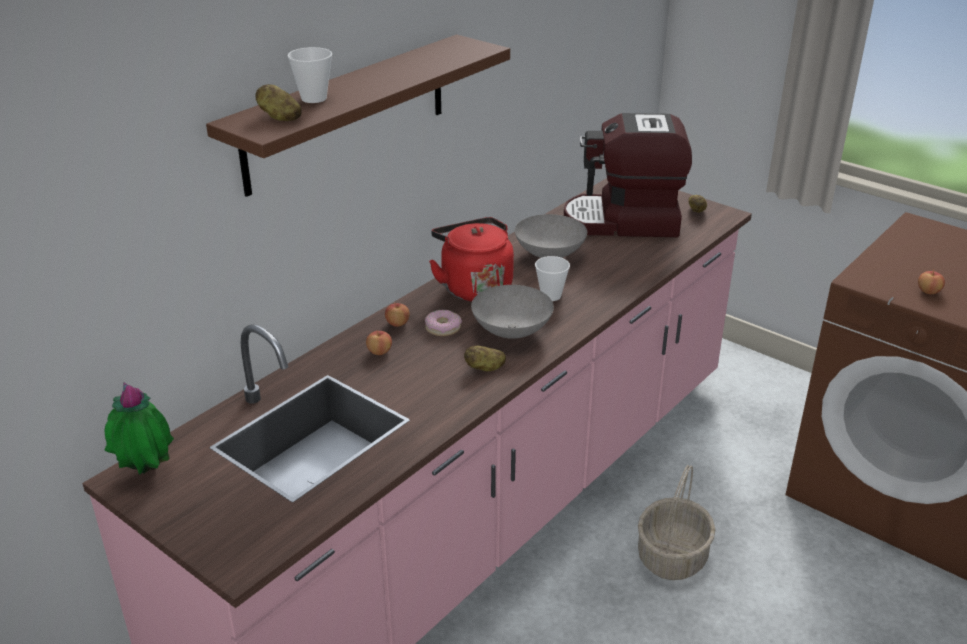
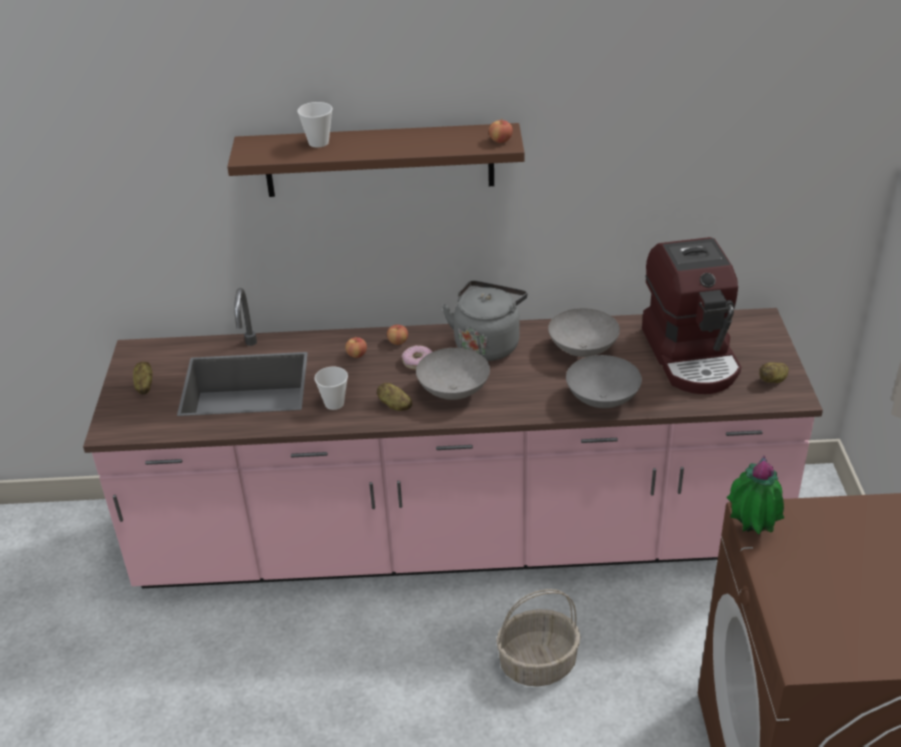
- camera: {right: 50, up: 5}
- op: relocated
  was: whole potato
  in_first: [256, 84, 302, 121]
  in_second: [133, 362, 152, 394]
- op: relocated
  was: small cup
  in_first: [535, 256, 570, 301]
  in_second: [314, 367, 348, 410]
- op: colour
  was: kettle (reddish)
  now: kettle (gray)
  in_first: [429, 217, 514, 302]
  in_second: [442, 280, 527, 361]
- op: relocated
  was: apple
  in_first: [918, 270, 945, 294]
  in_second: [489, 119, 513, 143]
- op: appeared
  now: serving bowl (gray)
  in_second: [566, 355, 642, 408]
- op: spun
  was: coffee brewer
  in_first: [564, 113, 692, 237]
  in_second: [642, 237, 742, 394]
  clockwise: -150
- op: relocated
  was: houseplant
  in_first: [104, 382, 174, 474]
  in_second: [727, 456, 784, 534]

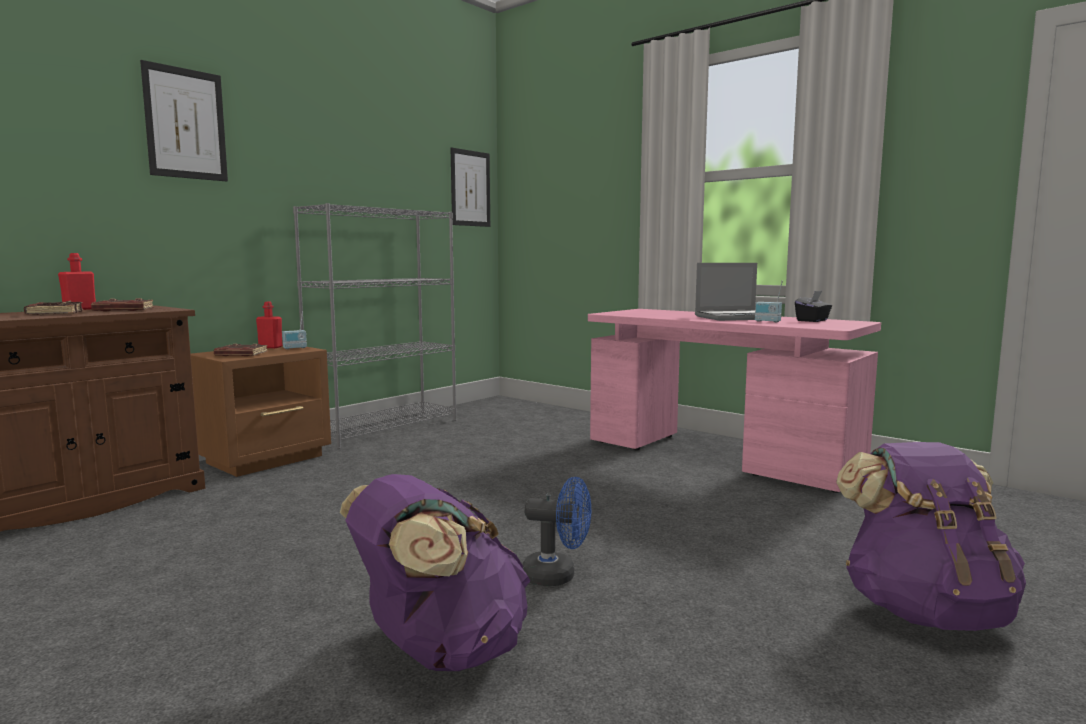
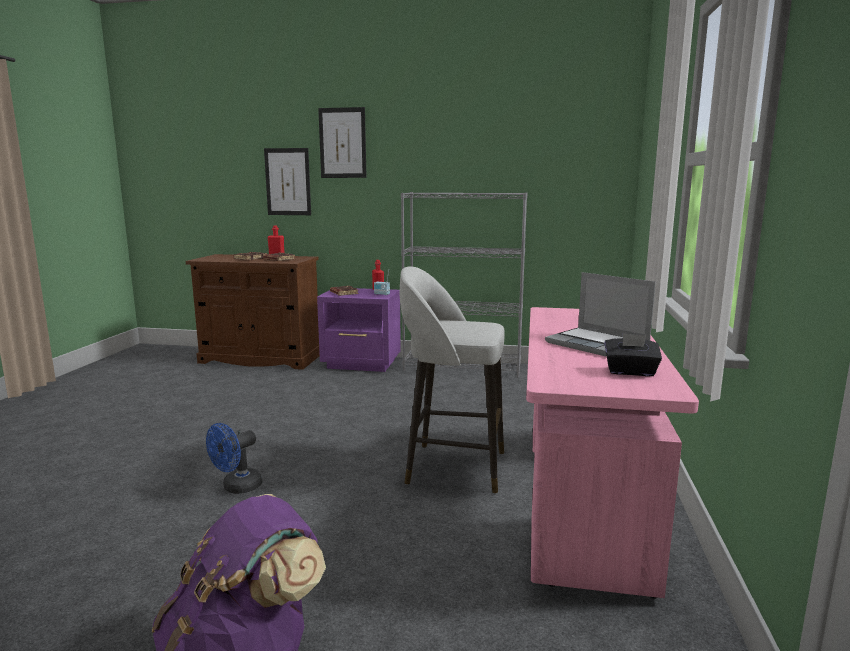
- camera: {right: 60, up: 5}
- op: spun
  was: fan (blue)
  in_first: [522, 477, 591, 586]
  in_second: [206, 423, 262, 494]
  clockwise: 60
- op: relocated
  was: wall picture
  in_first: [451, 147, 490, 227]
  in_second: [264, 148, 311, 215]
- op: colour
  was: nightstand (brownish)
  now: nightstand (purple)
  in_first: [191, 344, 331, 477]
  in_second: [317, 288, 401, 372]
- op: appeared
  now: stool (gray)
  in_second: [400, 266, 505, 494]
- op: missing
  was: knapsack (purple)
  in_first: [340, 474, 530, 671]
- op: missing
  was: radio receiver
  in_first: [755, 281, 783, 322]

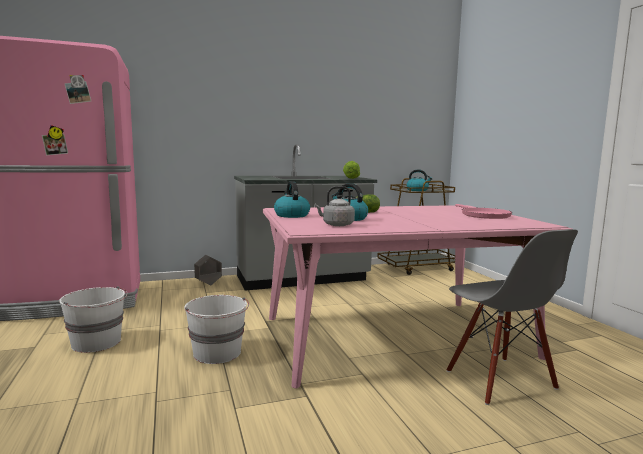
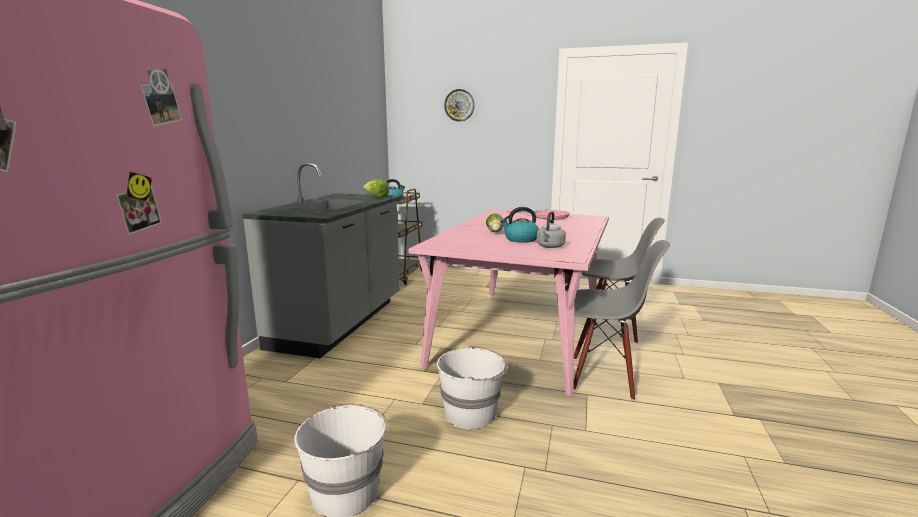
- camera: {right: -55, up: 5}
- op: appeared
  now: wall clock
  in_second: [444, 89, 475, 121]
- op: appeared
  now: upright chair (gray)
  in_second: [574, 240, 670, 401]
- op: missing
  was: planter (gray)
  in_first: [194, 255, 222, 285]
- op: missing
  was: kettle
  in_first: [274, 181, 310, 218]

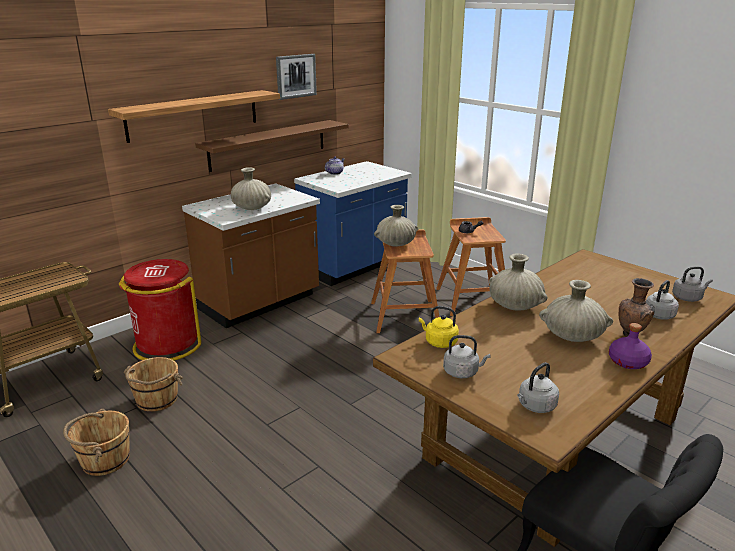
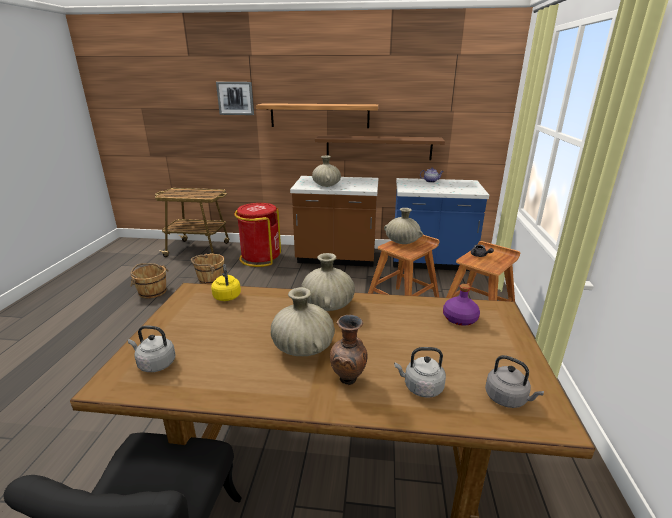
- camera: {right: 50, up: 0}
- op: relocated
  was: wall picture
  in_first: [276, 54, 317, 100]
  in_second: [216, 82, 254, 115]
- op: relocated
  was: beverage bottle (purple)
  in_first: [609, 323, 652, 369]
  in_second: [443, 284, 480, 325]
- op: missing
  was: kettle (gray)
  in_first: [443, 335, 491, 378]

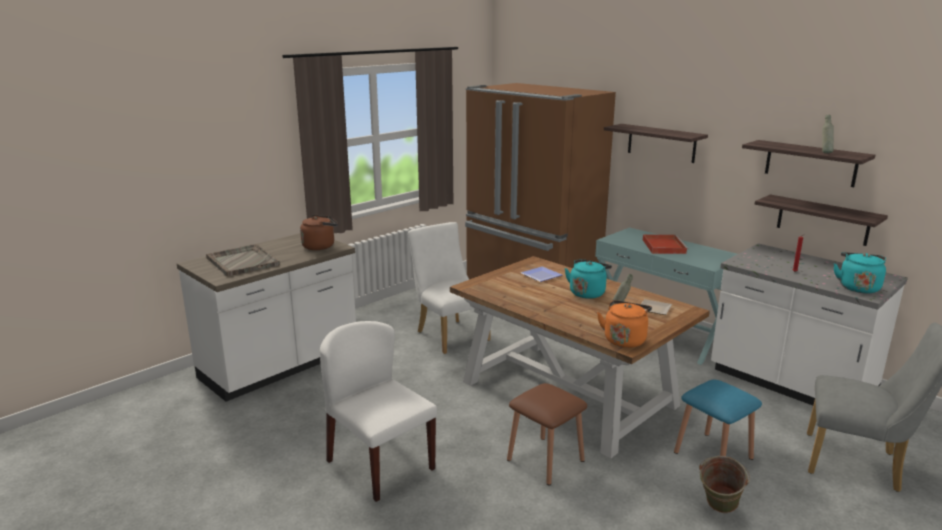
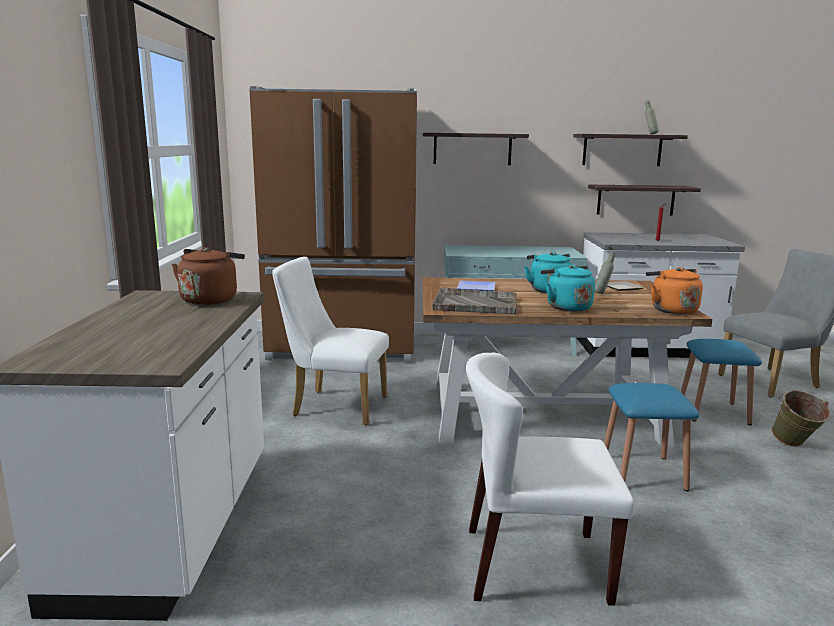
- camera: {right: -45, up: -5}
- op: relocated
  was: serving tray (gray)
  in_first: [206, 244, 280, 276]
  in_second: [432, 288, 517, 314]
- op: relocated
  was: kettle (turquoise)
  in_first: [834, 252, 886, 294]
  in_second: [541, 265, 595, 312]
- op: colour
  was: stool (brownish)
  now: stool (blue)
  in_first: [507, 383, 587, 486]
  in_second: [604, 383, 699, 491]
- op: missing
  was: serving tray (reddish)
  in_first: [643, 235, 689, 254]

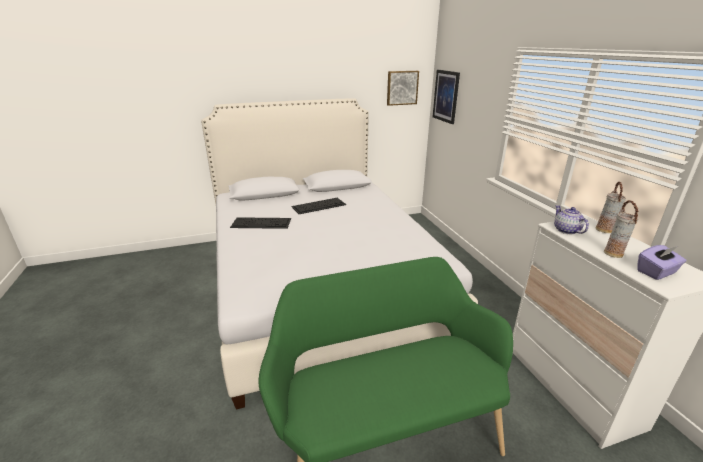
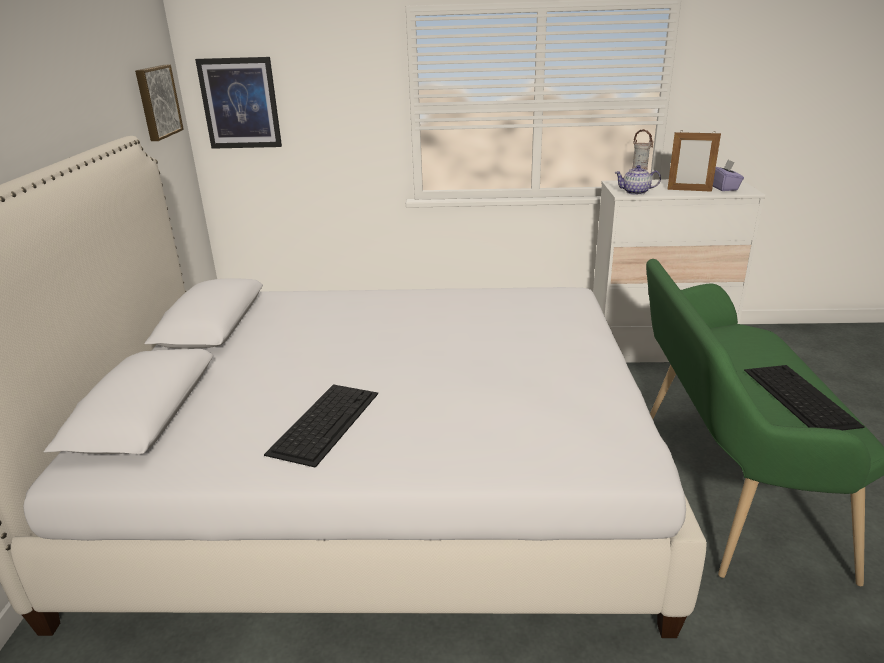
- camera: {right: -70, up: 0}
- op: exchanged
  was: decorative vase
  now: photo frame
  in_first: [604, 200, 639, 258]
  in_second: [667, 130, 721, 192]
- op: relocated
  was: PC keyboard
  in_first: [291, 198, 346, 214]
  in_second: [744, 365, 865, 430]

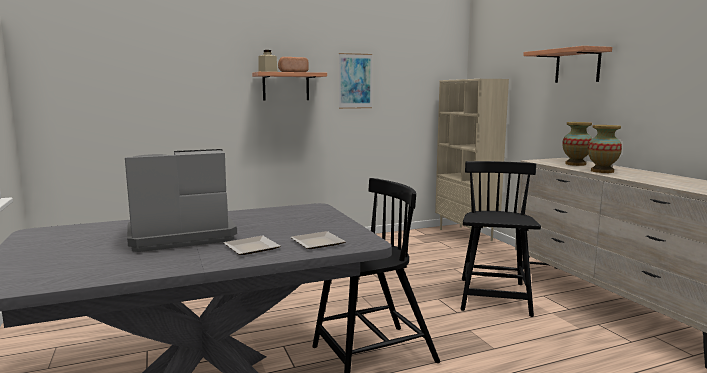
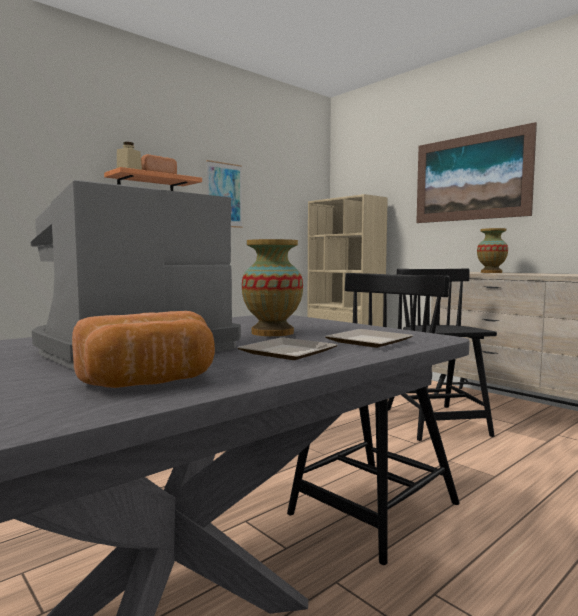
- camera: {right: -20, up: -5}
- op: appeared
  now: bakery bread
  in_second: [72, 311, 215, 388]
- op: relocated
  was: decorative vase
  in_first: [588, 125, 622, 173]
  in_second: [242, 239, 303, 336]
- op: exchanged
  was: wall shelf
  now: wall picture
  in_first: [523, 46, 612, 83]
  in_second: [416, 122, 537, 223]

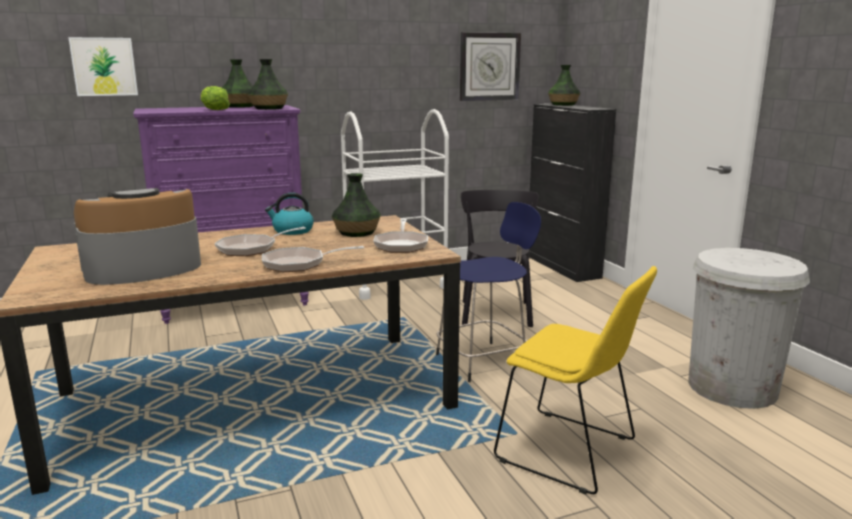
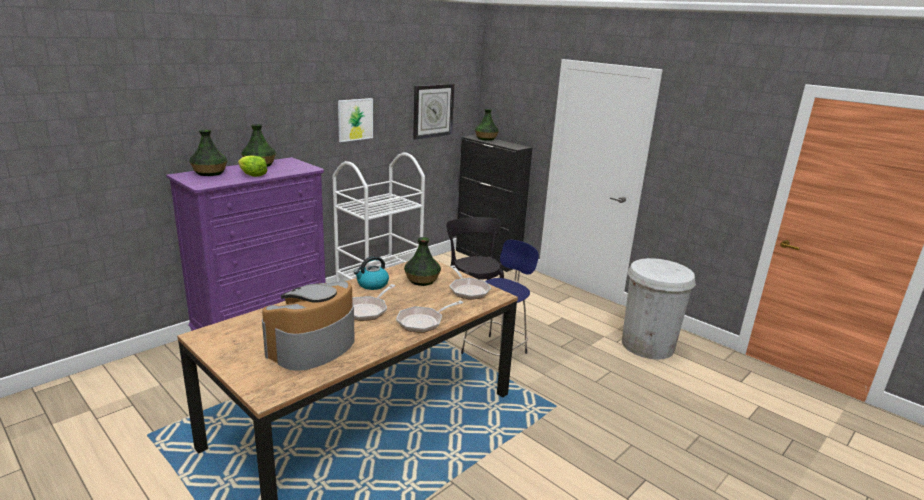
- camera: {right: -25, up: 5}
- op: relocated
  was: decorative vase
  in_first: [248, 59, 288, 110]
  in_second: [189, 130, 228, 176]
- op: relocated
  was: wall picture
  in_first: [68, 37, 138, 96]
  in_second: [338, 98, 373, 142]
- op: missing
  was: upright chair (yellowish)
  in_first: [494, 266, 657, 495]

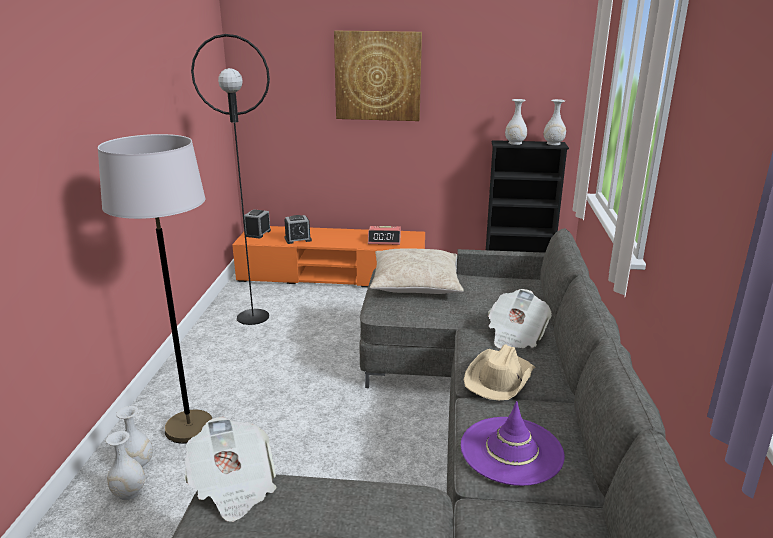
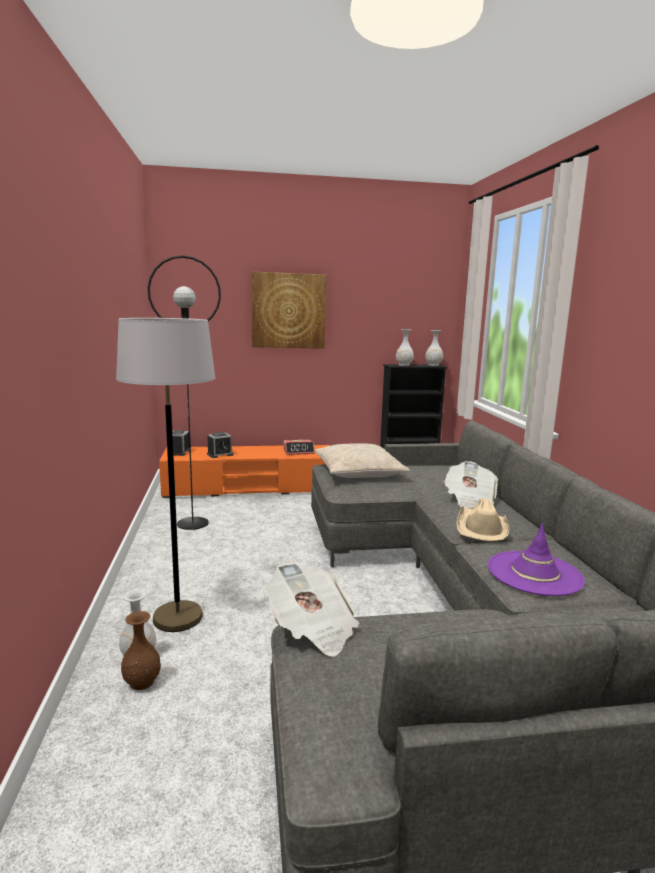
- camera: {right: -15, up: -10}
- op: colour
  was: decorative vase (white)
  now: decorative vase (brownish)
  in_first: [106, 431, 145, 500]
  in_second: [121, 611, 161, 690]

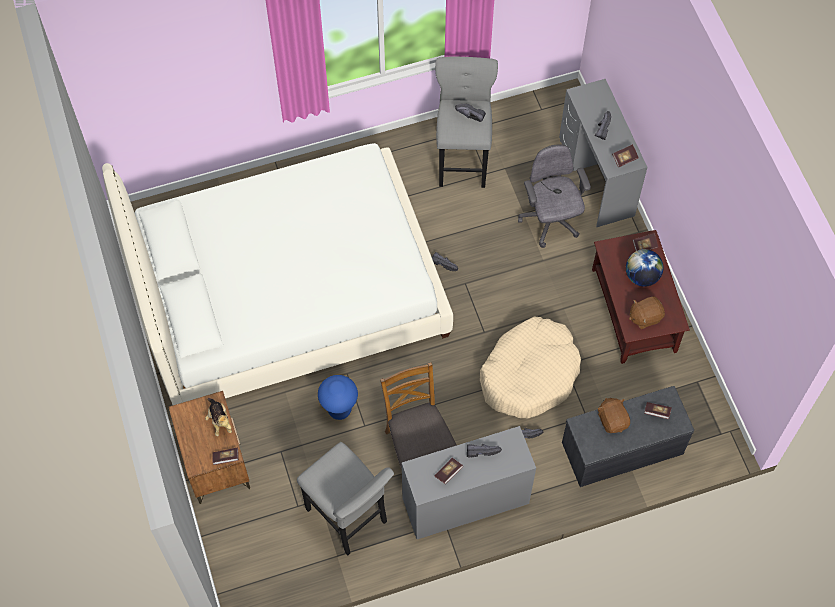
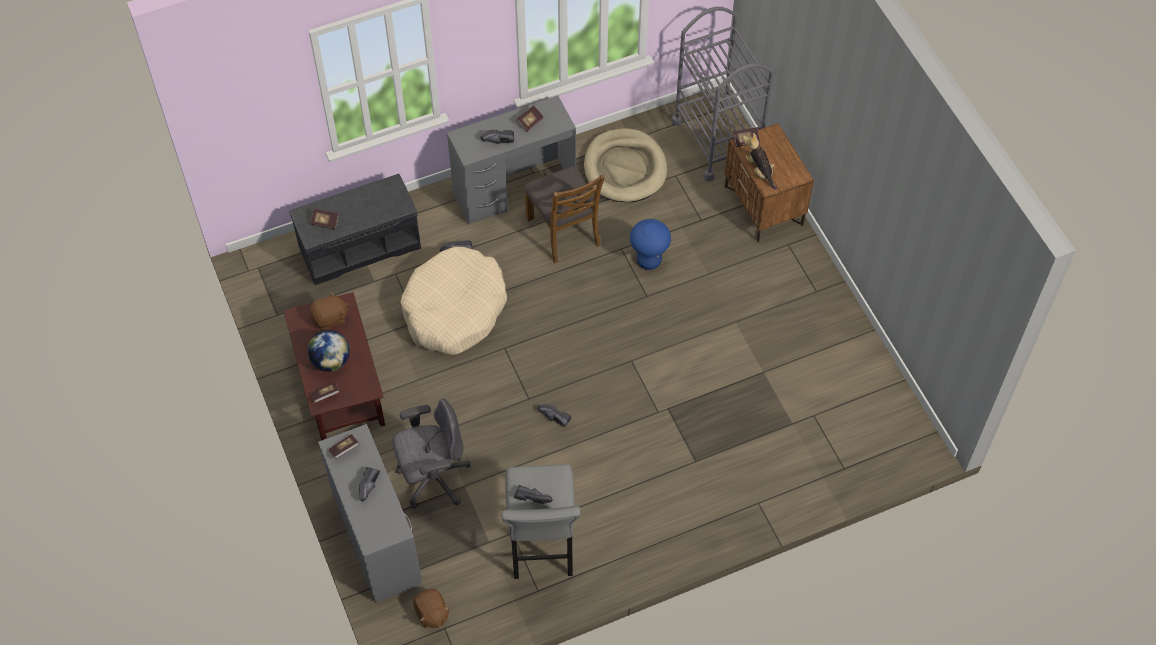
- camera: {right: 175, up: -5}
- op: spun
  was: computer chair (gray)
  in_first: [518, 144, 591, 248]
  in_second: [392, 399, 471, 509]
  clockwise: -90
- op: relocated
  was: soft toy (brownish)
  in_first: [597, 398, 630, 433]
  in_second: [413, 588, 450, 628]
- op: exchanged
  was: stool (gray)
  now: dog bed (sand-coloured)
  in_first: [297, 442, 394, 556]
  in_second: [584, 128, 667, 202]
- op: appeared
  now: cart (gray)
  in_second: [671, 7, 774, 181]
- op: missing
  was: bed (white)
  in_first: [102, 143, 453, 405]

